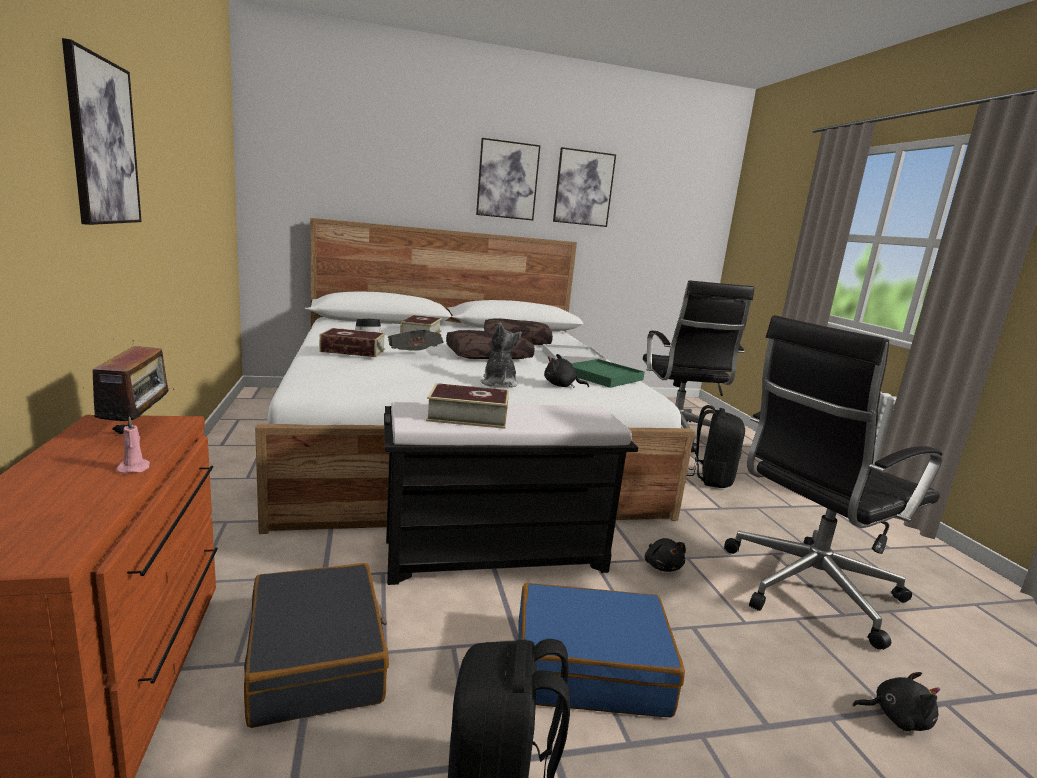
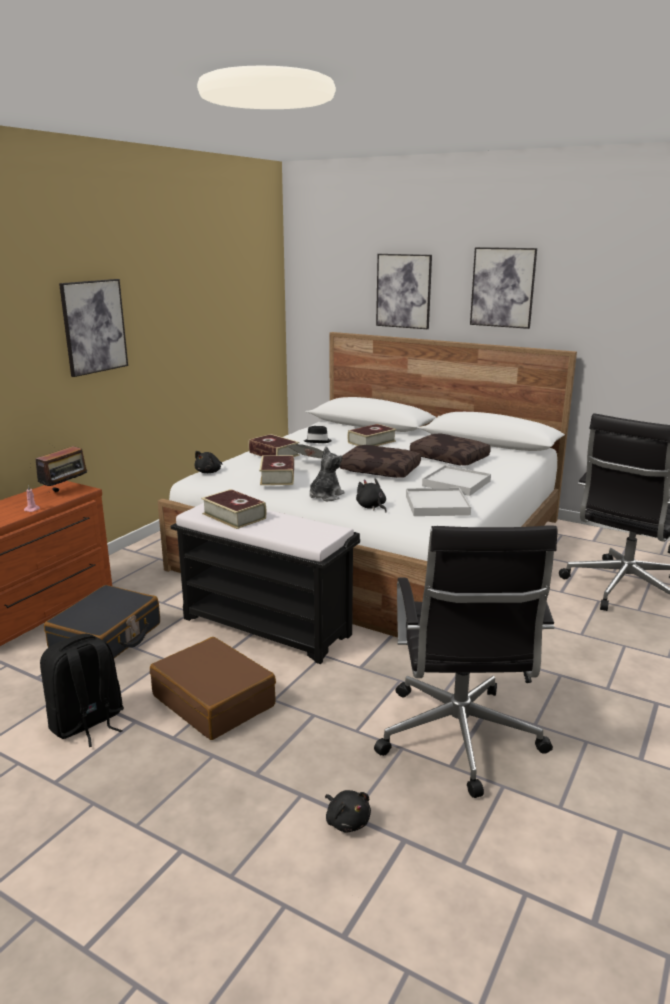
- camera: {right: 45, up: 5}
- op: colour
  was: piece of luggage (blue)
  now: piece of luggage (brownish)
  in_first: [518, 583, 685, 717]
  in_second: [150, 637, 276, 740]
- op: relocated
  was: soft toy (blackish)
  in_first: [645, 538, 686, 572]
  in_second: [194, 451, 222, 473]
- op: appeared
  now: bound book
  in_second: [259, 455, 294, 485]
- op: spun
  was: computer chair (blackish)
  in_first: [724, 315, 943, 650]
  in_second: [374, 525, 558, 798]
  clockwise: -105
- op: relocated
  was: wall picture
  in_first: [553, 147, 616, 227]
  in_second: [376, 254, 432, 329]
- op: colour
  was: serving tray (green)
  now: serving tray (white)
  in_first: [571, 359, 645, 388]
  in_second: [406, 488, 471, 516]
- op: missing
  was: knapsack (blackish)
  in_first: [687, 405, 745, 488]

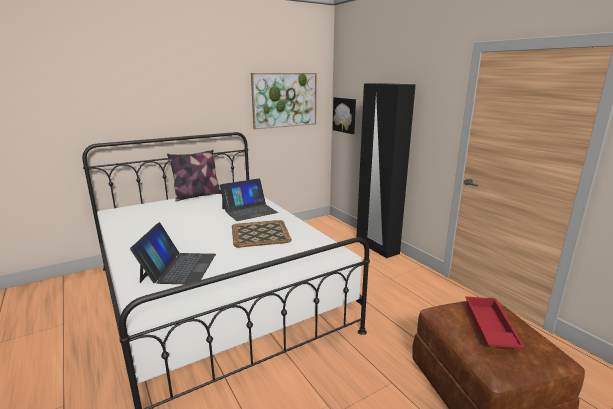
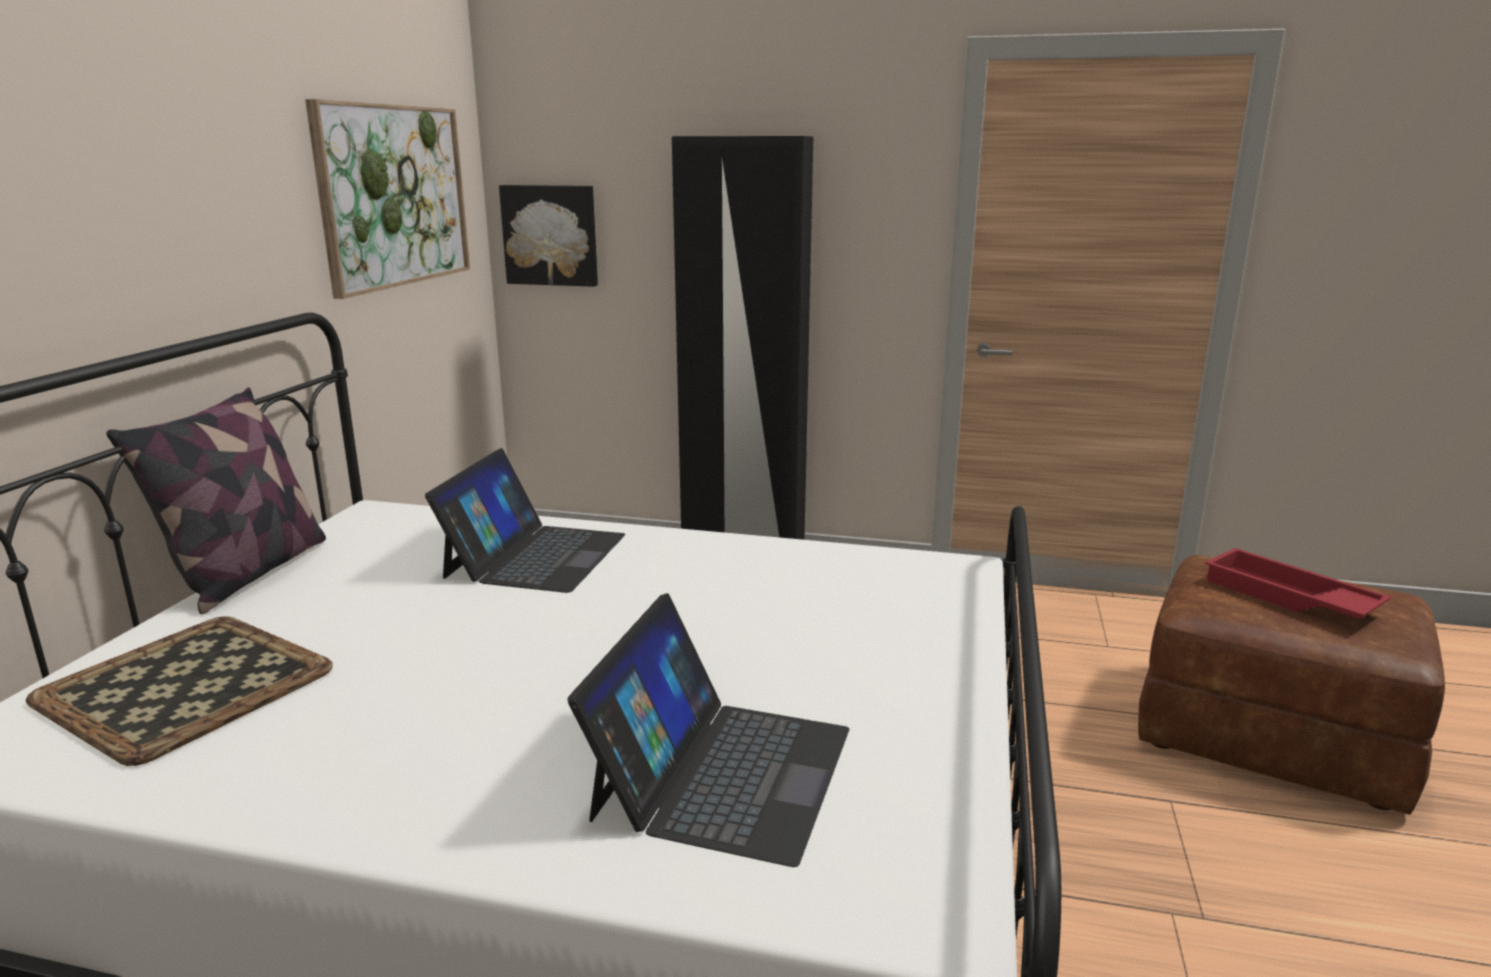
- camera: {right: -45, up: 0}
- op: relocated
  was: serving tray
  in_first: [232, 220, 291, 248]
  in_second: [26, 617, 333, 766]
- op: spun
  was: portable computer
  in_first: [130, 222, 216, 284]
  in_second: [568, 593, 849, 867]
  clockwise: 60

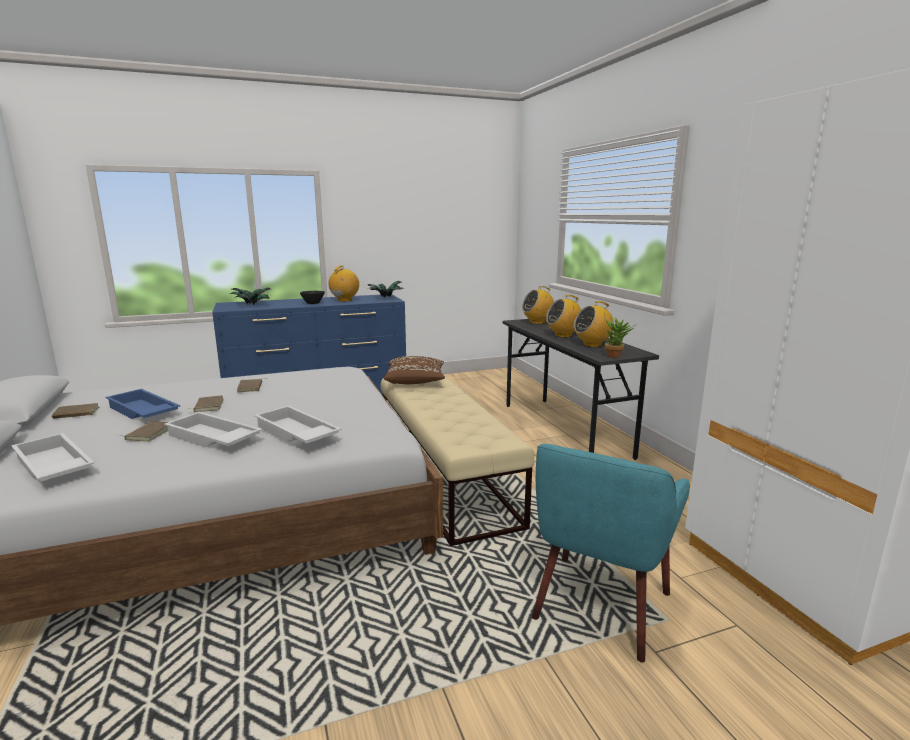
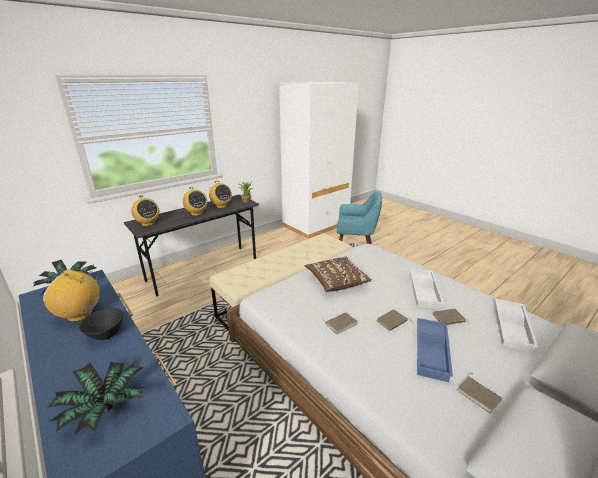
- camera: {right: -110, up: 10}
- op: relocated
  was: cushion (brownish)
  in_first: [384, 356, 445, 384]
  in_second: [304, 257, 371, 292]
- op: missing
  was: serving tray (white)
  in_first: [254, 405, 342, 443]

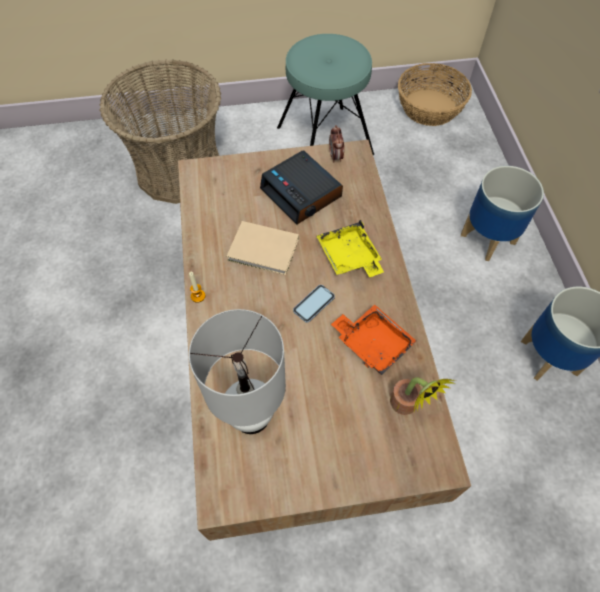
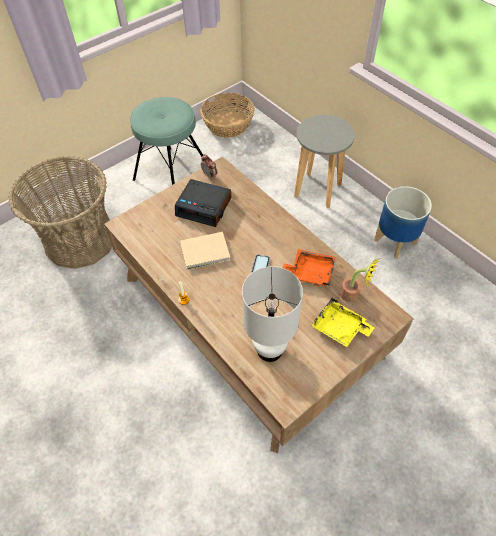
- camera: {right: -30, up: -5}
- op: exchanged
  was: planter
  now: stool (gray)
  in_first: [461, 166, 544, 261]
  in_second: [294, 115, 355, 208]
- op: relocated
  was: serving tray (yellowish)
  in_first: [316, 219, 384, 277]
  in_second: [311, 297, 375, 347]

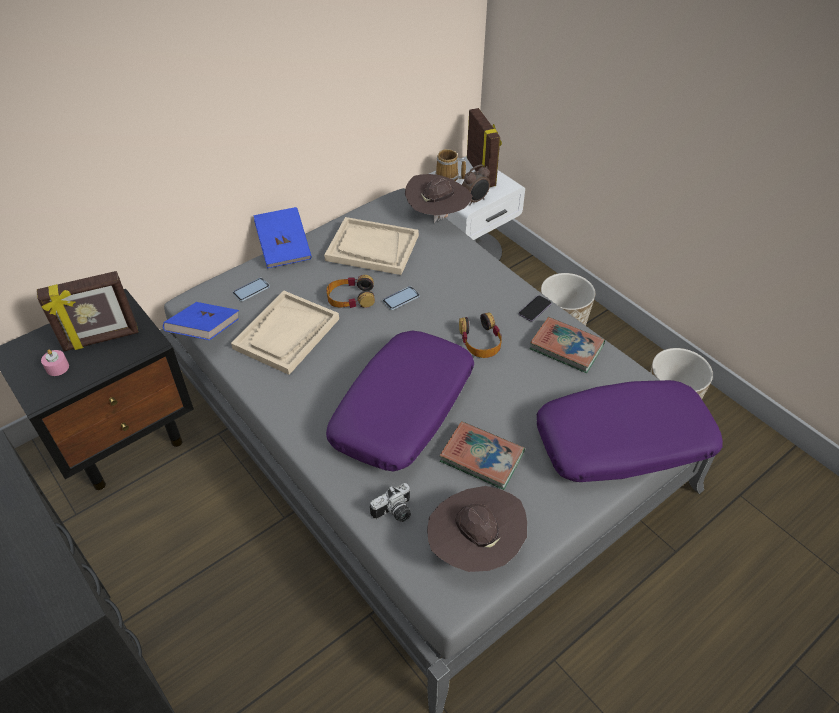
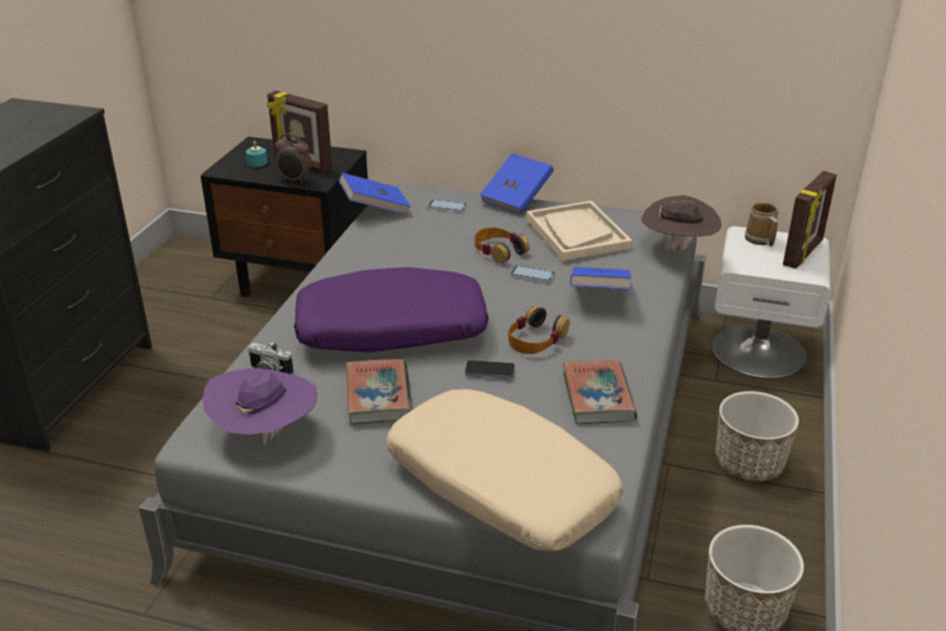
- camera: {right: 55, up: -15}
- op: colour
  was: clothing hat (brownish)
  now: clothing hat (purple)
  in_first: [427, 486, 527, 572]
  in_second: [202, 368, 318, 445]
- op: colour
  was: wax light (pinkish)
  now: wax light (turquoise)
  in_first: [41, 350, 69, 376]
  in_second: [246, 141, 267, 167]
- op: relocated
  was: table clock
  in_first: [462, 164, 490, 205]
  in_second: [274, 134, 312, 184]
- op: colour
  was: cushion (purple)
  now: cushion (sand-coloured)
  in_first: [537, 380, 723, 482]
  in_second: [386, 389, 623, 551]
- op: relocated
  was: phone
  in_first: [519, 295, 551, 321]
  in_second: [465, 360, 515, 378]
- op: appeared
  now: bound book (blue)
  in_second: [570, 267, 632, 290]
- op: missing
  was: serving tray (sand-coloured)
  in_first: [231, 291, 339, 375]

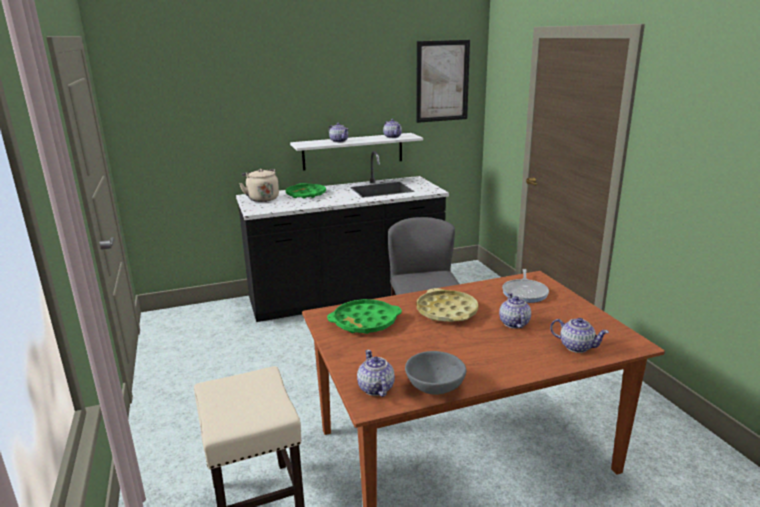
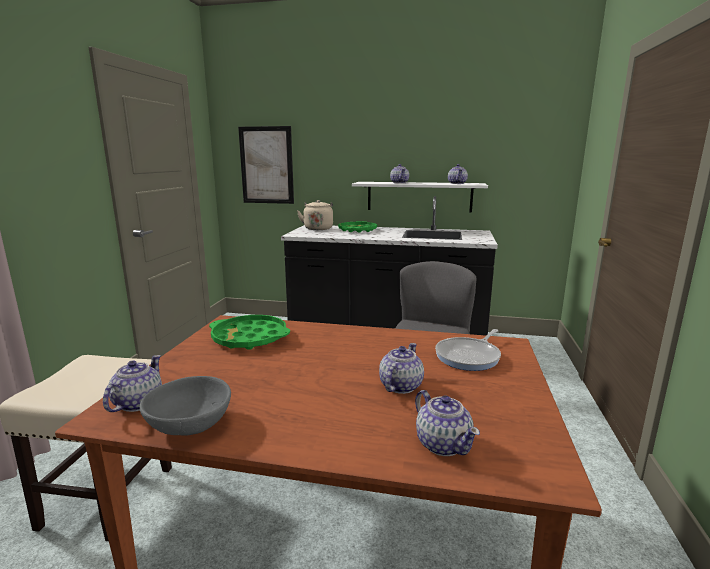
- camera: {right: 30, up: -5}
- op: relocated
  was: wall picture
  in_first: [416, 40, 470, 123]
  in_second: [238, 126, 294, 204]
- op: missing
  was: serving tray (yellowish)
  in_first: [417, 288, 478, 322]

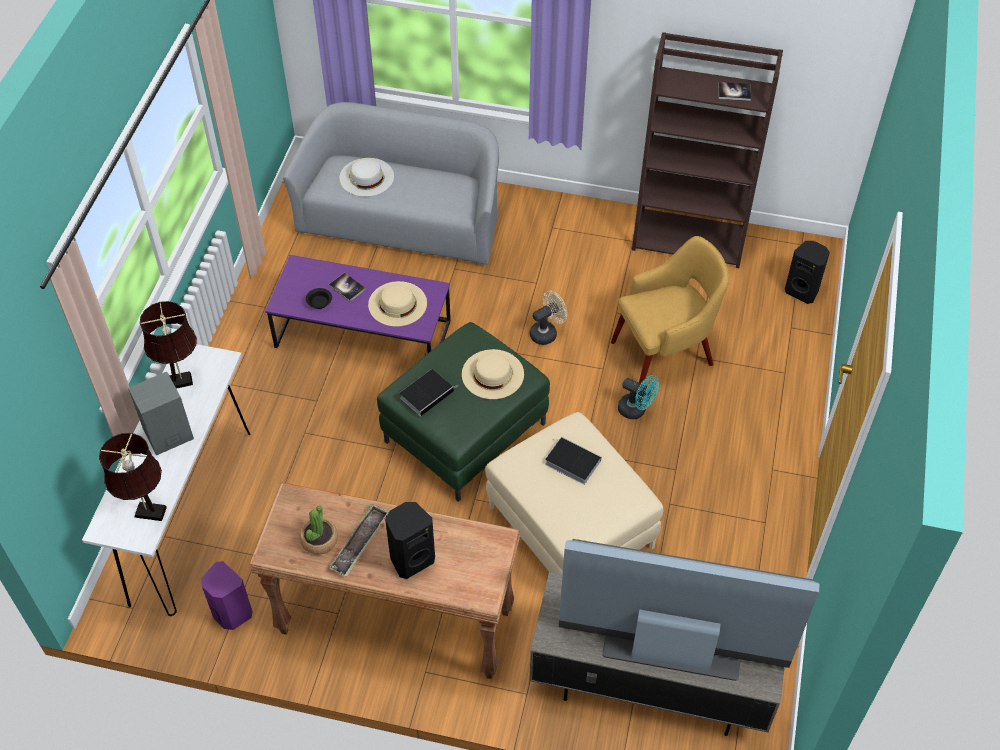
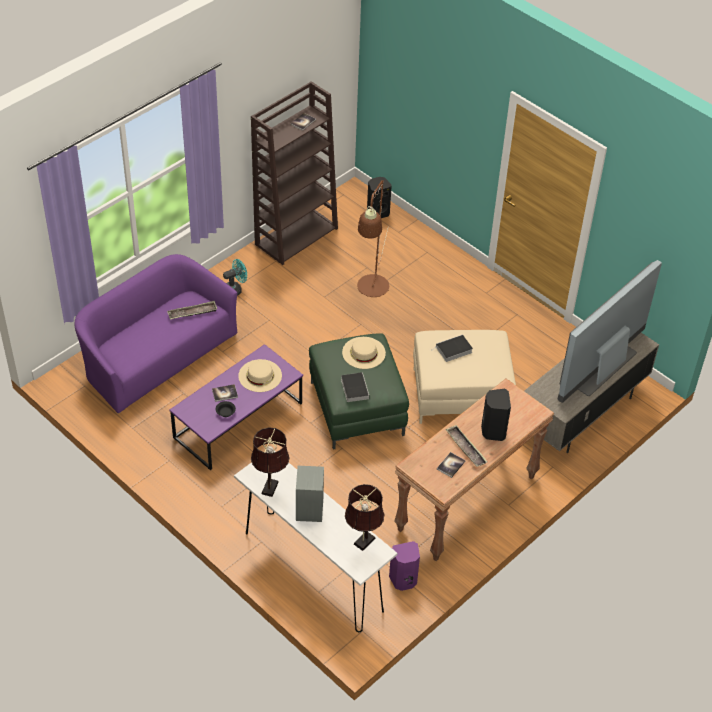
- camera: {right: -60, up: -5}
- op: colour
  was: sofa (gray)
  now: sofa (purple)
  in_first: [283, 102, 499, 266]
  in_second: [75, 254, 237, 414]
- op: appeared
  now: serving tray
  in_second: [167, 301, 217, 320]
- op: relocated
  was: fan (turquoise)
  in_first: [618, 375, 659, 419]
  in_second: [223, 259, 247, 296]
- op: exchanged
  was: easy chair (yellowish)
  now: floor lamp (brownish)
  in_first: [611, 236, 729, 385]
  in_second: [357, 180, 389, 297]
- op: exchanged
  was: houseplant
  now: bound book
  in_first: [300, 506, 338, 555]
  in_second: [437, 452, 465, 478]
- op: missing
  was: clothing hat (white)
  in_first: [339, 158, 394, 197]
- op: missing
  was: fan (sand-coloured)
  in_first: [530, 291, 567, 345]

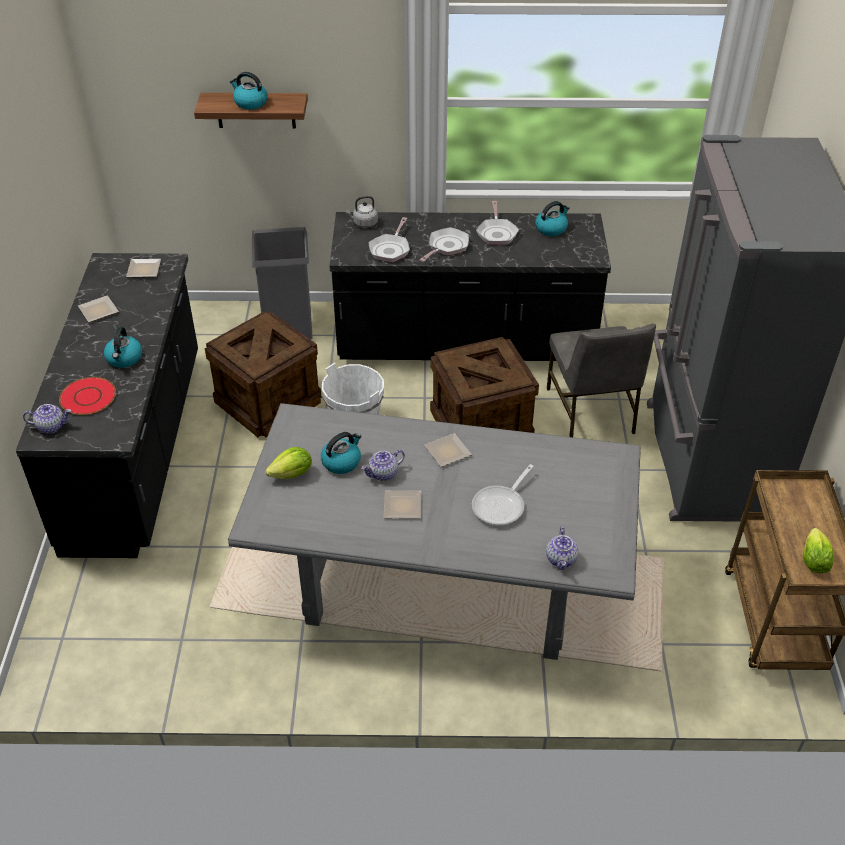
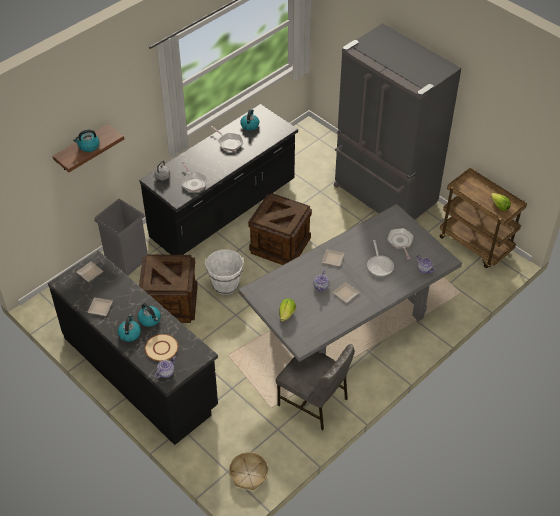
- camera: {right: -45, up: 5}
- op: relocated
  was: kettle
  in_first: [321, 432, 361, 474]
  in_second: [118, 314, 141, 342]
- op: colour
  was: dinner plate (reddish)
  now: dinner plate (sand-coloured)
  in_first: [59, 377, 116, 415]
  in_second: [145, 334, 178, 361]
- op: appeared
  now: household basket
  in_second: [229, 452, 268, 490]
- op: relocated
  was: upright chair (gray)
  in_first: [547, 323, 656, 437]
  in_second: [276, 344, 355, 430]
- op: relocated
  was: pan
  in_first: [420, 227, 469, 262]
  in_second: [387, 228, 414, 260]

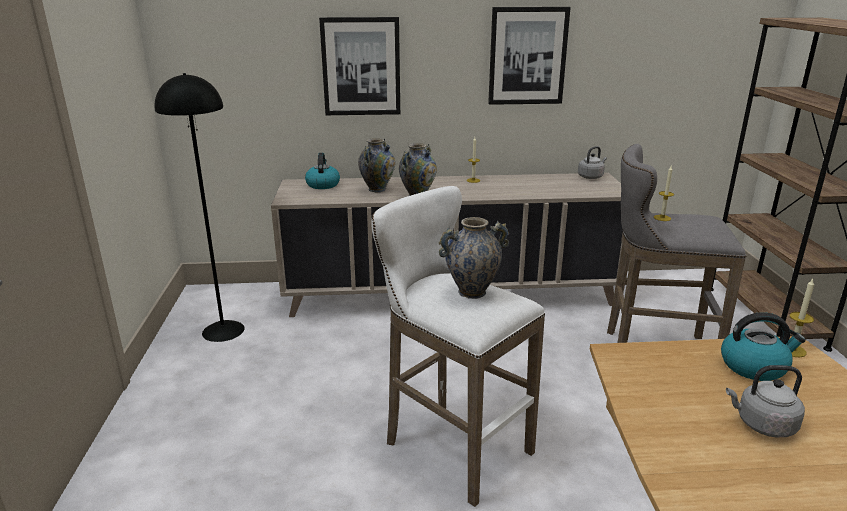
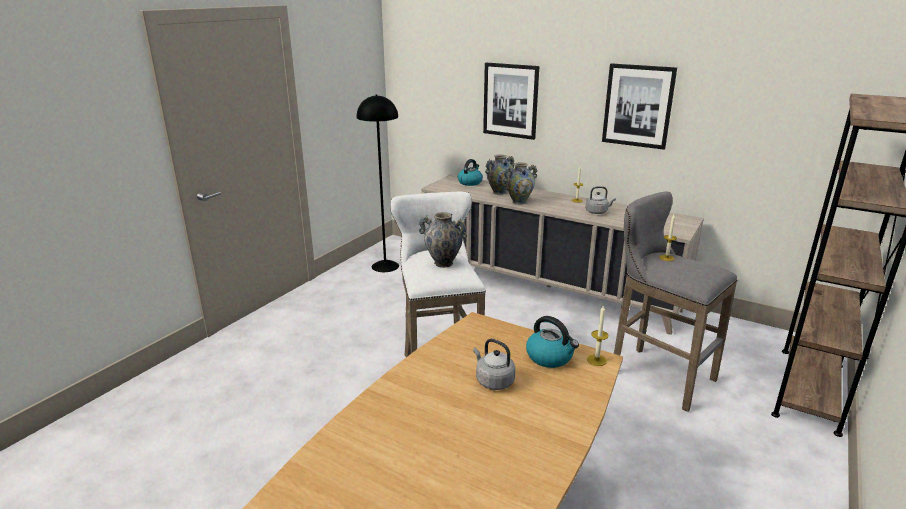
- camera: {right: 35, up: 0}
- op: relocated
  was: kettle (gray)
  in_first: [578, 146, 607, 179]
  in_second: [586, 186, 616, 214]

